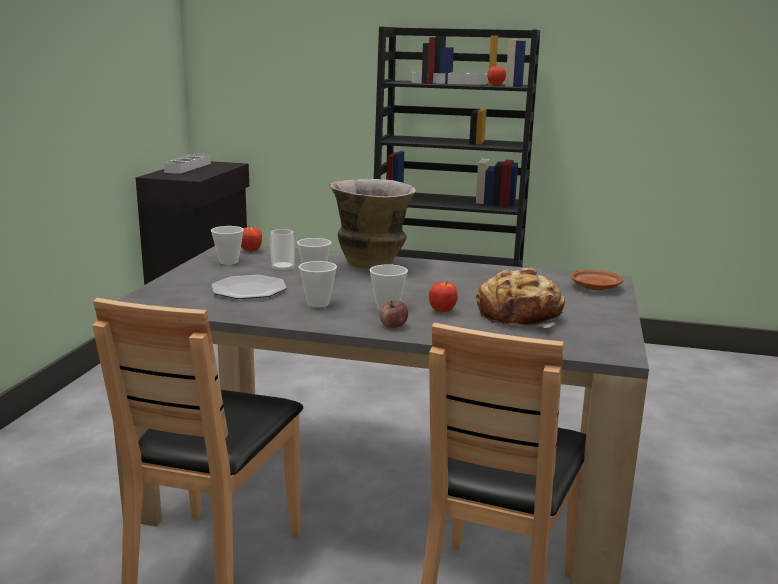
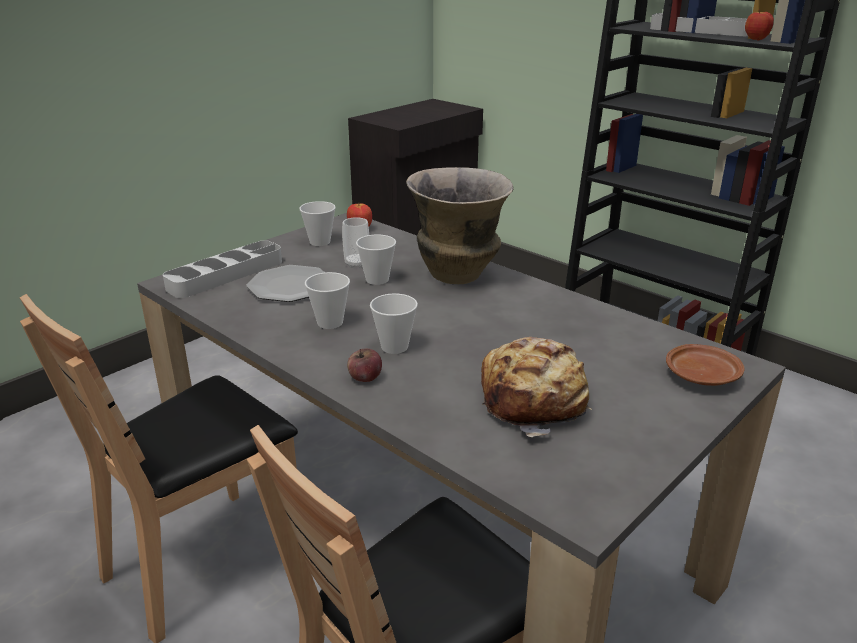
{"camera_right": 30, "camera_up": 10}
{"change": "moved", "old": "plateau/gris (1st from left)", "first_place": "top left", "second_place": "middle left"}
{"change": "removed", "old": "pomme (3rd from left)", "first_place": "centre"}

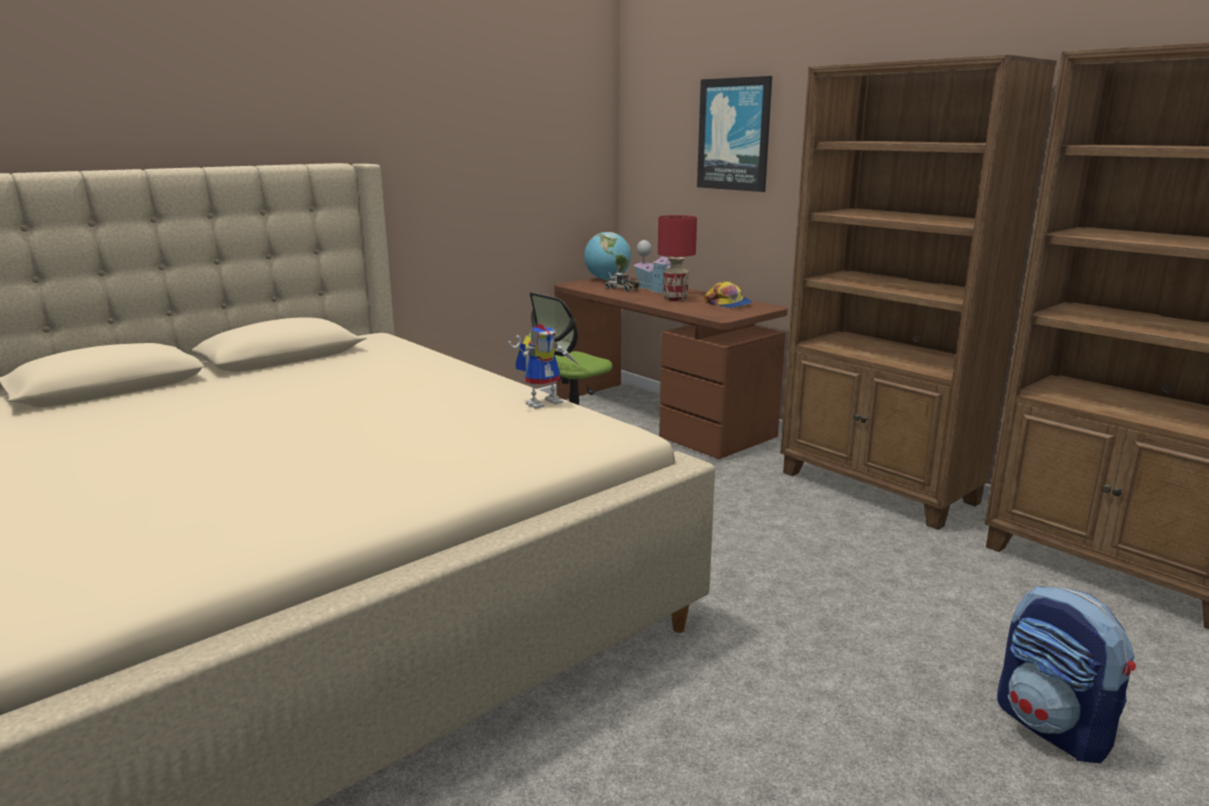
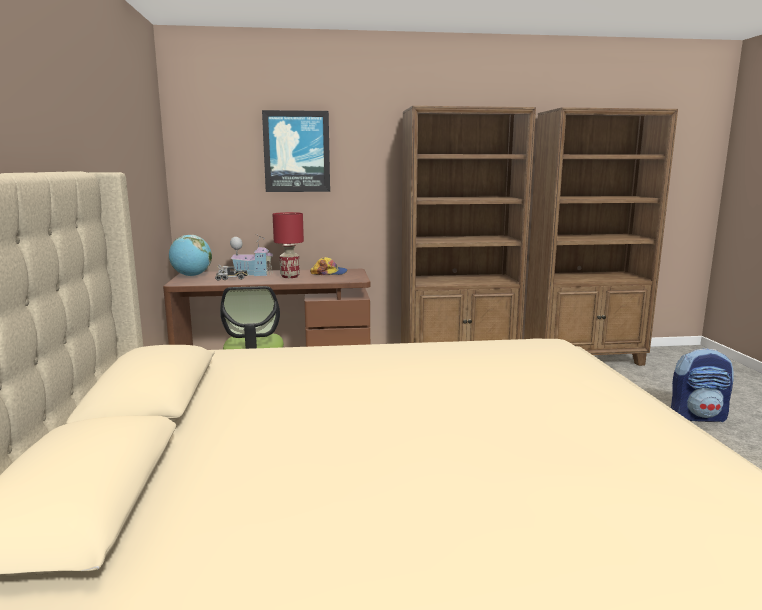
{"camera_right": -55, "camera_up": -5}
{"change": "removed", "old": "robot jouet", "first_place": "centre"}

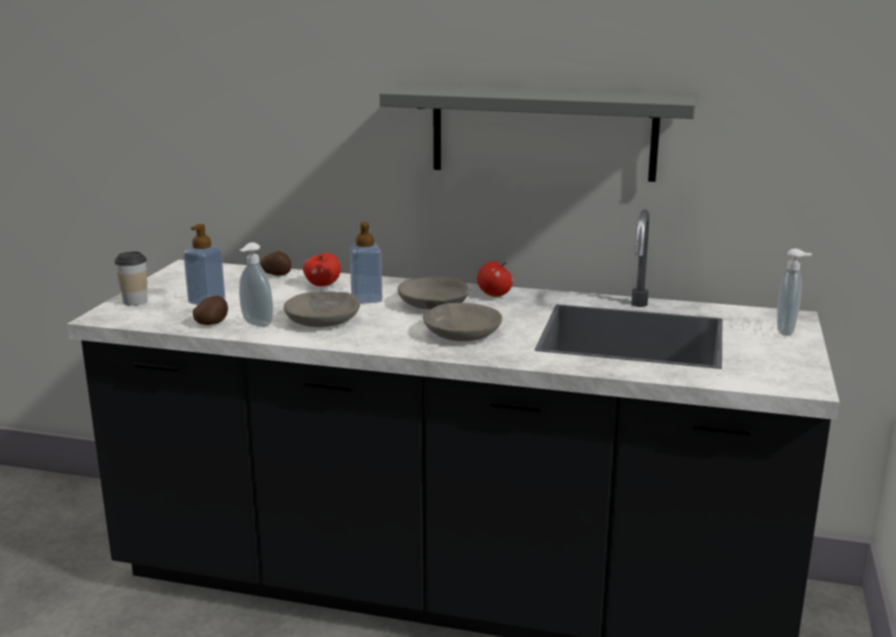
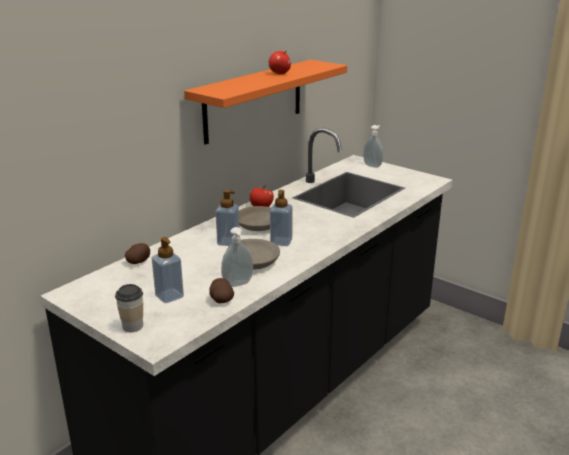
{"camera_right": -65, "camera_up": 5}
{"change": "recoloured", "old": "étagère/gris", "new": "étagère/orange", "first_place": "top centre", "second_place": "top centre"}
{"change": "moved", "old": "pomme (1st from left in the first image)", "new": "pomme (2nd from left)", "first_place": "centre", "second_place": "top centre"}
{"change": "removed", "old": "bol/gris (3rd from left)", "first_place": "centre"}
{"change": "added", "new": "distributeur de savon (4th from left)", "second_place": "centre"}

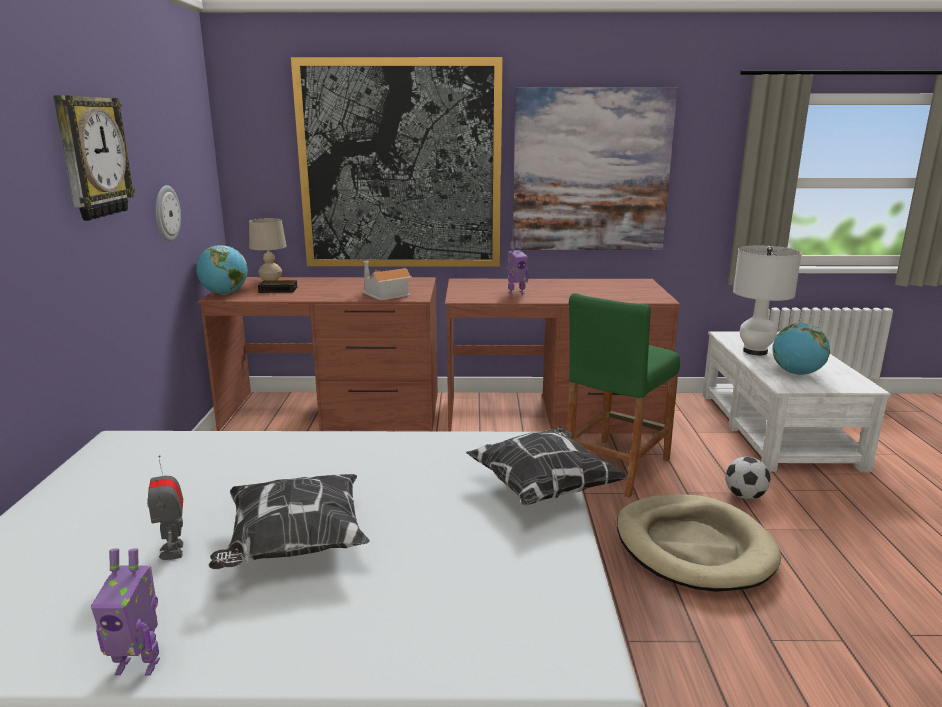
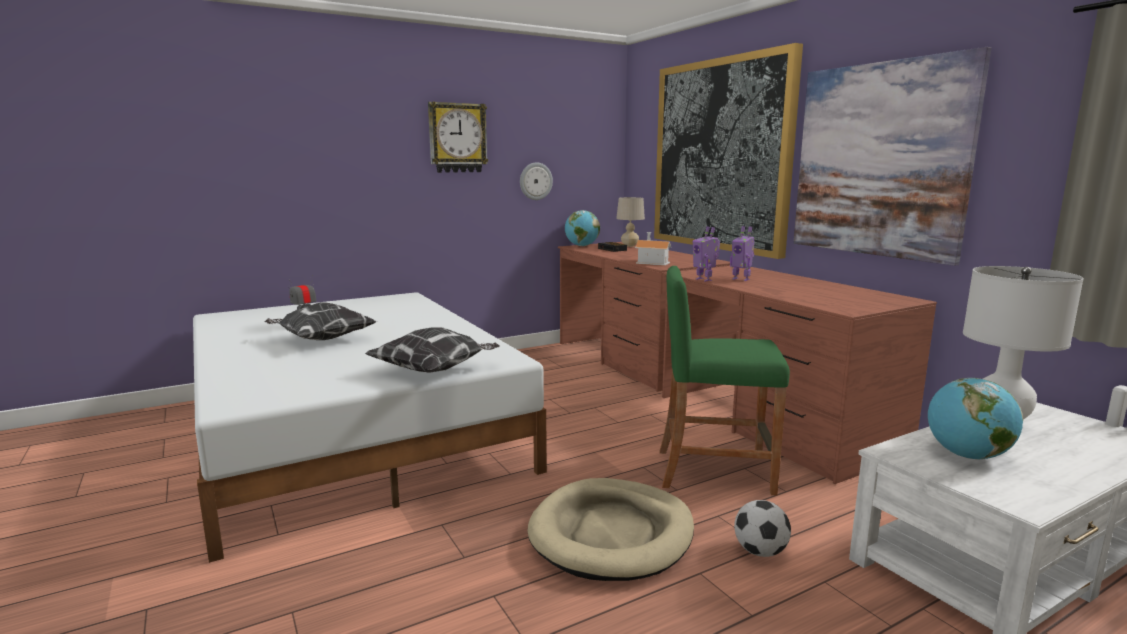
{"camera_right": 60, "camera_up": -5}
{"change": "moved", "old": "robot jouet (1st from left in the first image)", "new": "robot jouet (2nd from left)", "first_place": "bottom left", "second_place": "centre"}

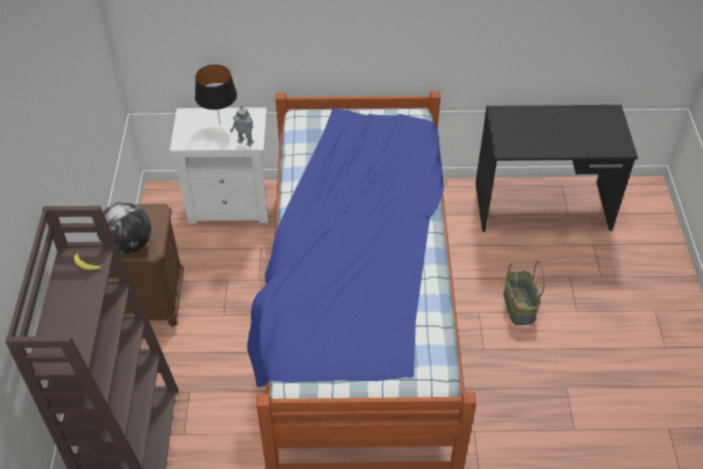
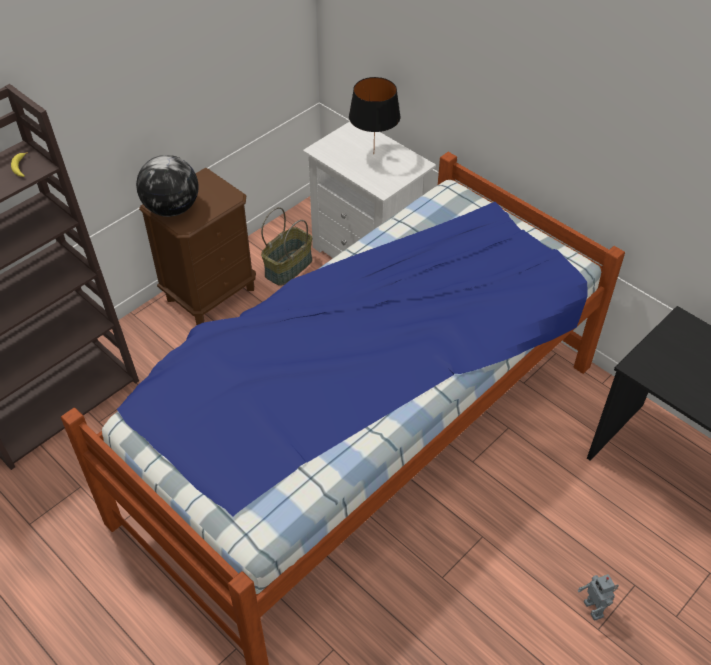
{"camera_right": 45, "camera_up": 0}
{"change": "moved", "old": "robot jouet", "first_place": "top centre", "second_place": "bottom right"}
{"change": "moved", "old": "panier", "first_place": "middle right", "second_place": "centre"}

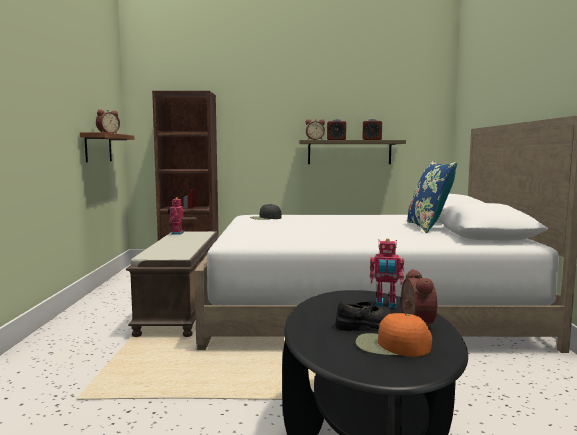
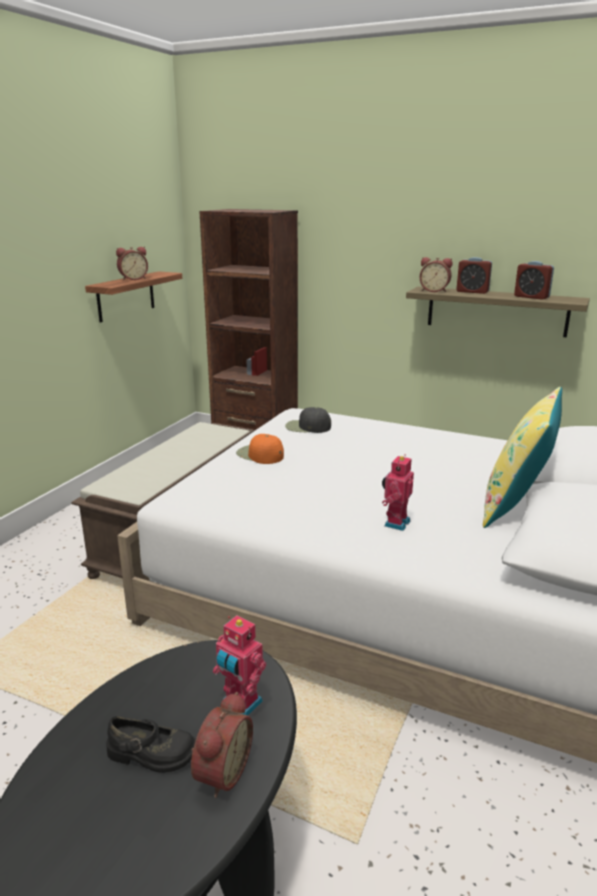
{"camera_right": 25, "camera_up": 15}
{"change": "recoloured", "old": "coussin/bleu", "new": "coussin/jaune", "first_place": "middle right", "second_place": "middle right"}
{"change": "moved", "old": "robot jouet (1st from left in the first image)", "new": "robot jouet (2nd from left)", "first_place": "middle left", "second_place": "middle right"}
{"change": "moved", "old": "casquette/orange", "first_place": "bottom right", "second_place": "centre"}

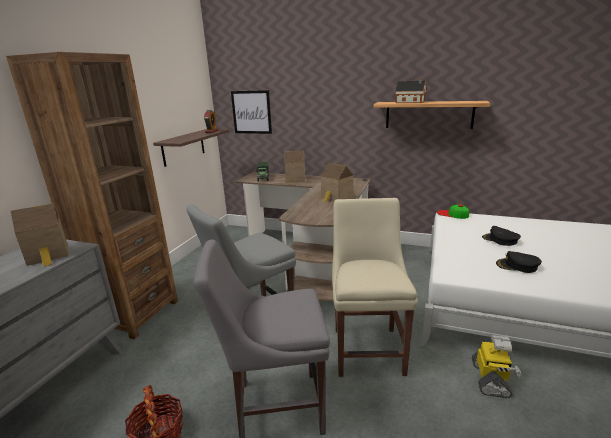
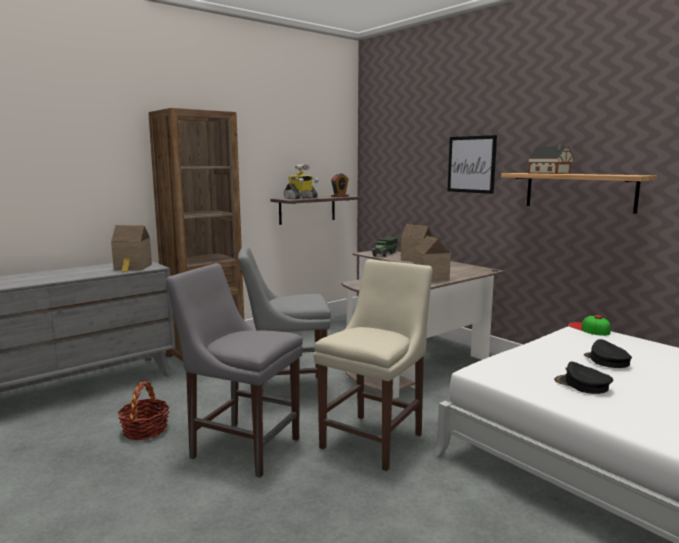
{"camera_right": 30, "camera_up": -10}
{"change": "moved", "old": "tableau", "first_place": "top centre", "second_place": "top right"}
{"change": "moved", "old": "robot jouet", "first_place": "bottom right", "second_place": "centre"}

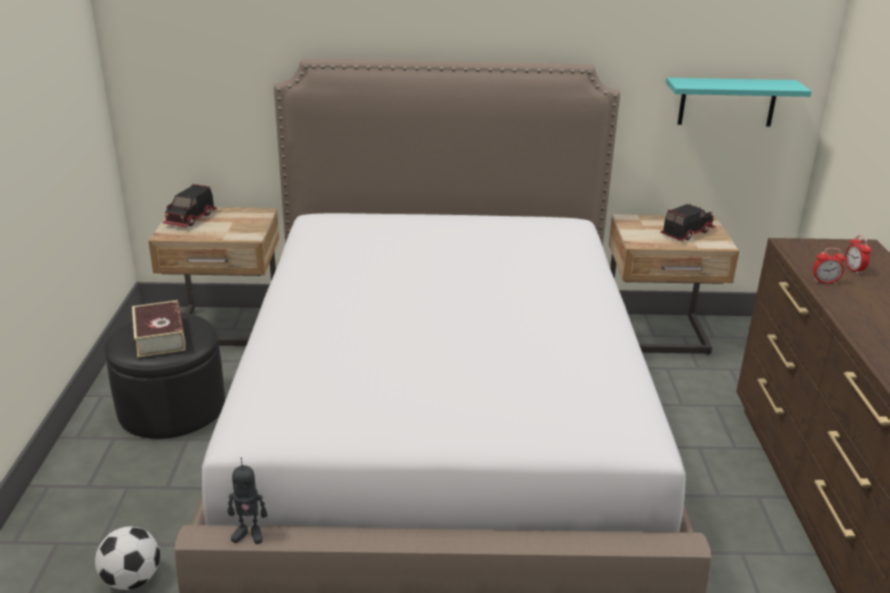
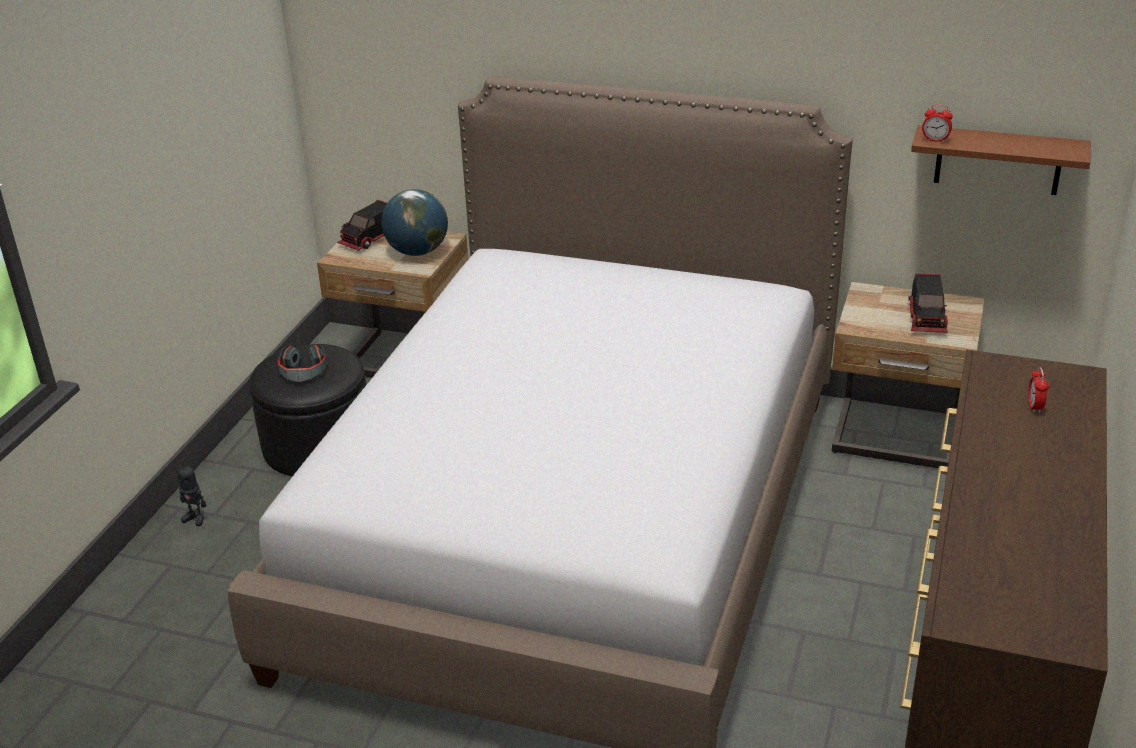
{"camera_right": 20, "camera_up": 5}
{"change": "recoloured", "old": "étagère/turquoise", "new": "étagère/marron", "first_place": "top right", "second_place": "top right"}
{"change": "turned", "old": "camion jouet (2nd from left)", "first_place": "middle right", "second_place": "middle right", "degrees": 120}
{"change": "moved", "old": "réveil (1st from left)", "first_place": "middle right", "second_place": "top right"}
{"change": "replaced", "old": "livre", "new": "casque audio", "first_place": "middle left", "second_place": "middle left"}
{"change": "moved", "old": "robot jouet", "first_place": "bottom left", "second_place": "middle left"}
{"change": "removed", "old": "ballon de foot", "first_place": "bottom left"}
{"change": "added", "new": "globe", "second_place": "top centre"}

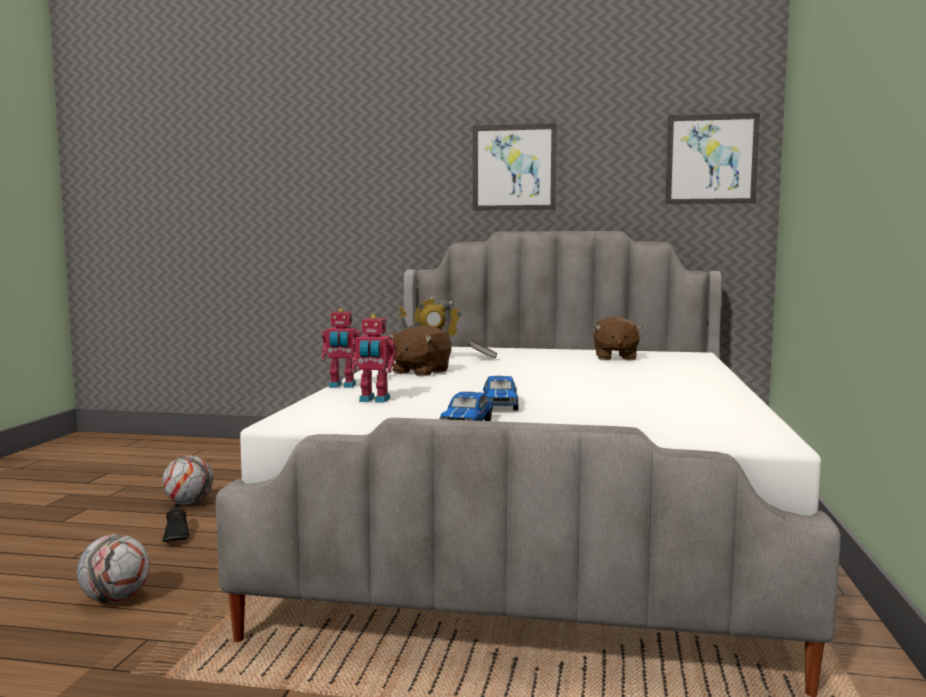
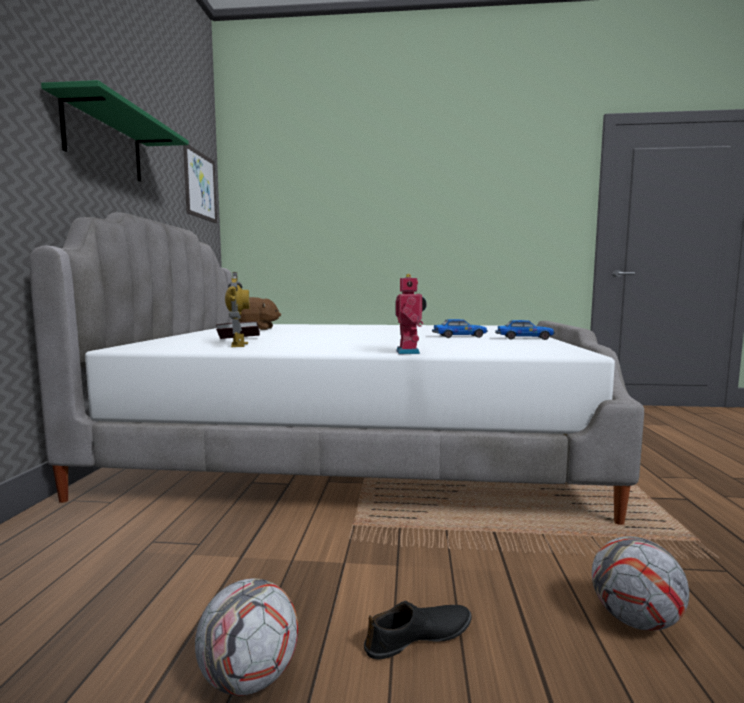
{"camera_right": -95, "camera_up": 0}
{"change": "replaced", "old": "tableau (1st from left)", "new": "étagère/vert", "first_place": "top centre", "second_place": "top left"}
{"change": "removed", "old": "robot jouet (2nd from left)", "first_place": "centre"}
{"change": "removed", "old": "peluche/marron (1st from left)", "first_place": "centre"}

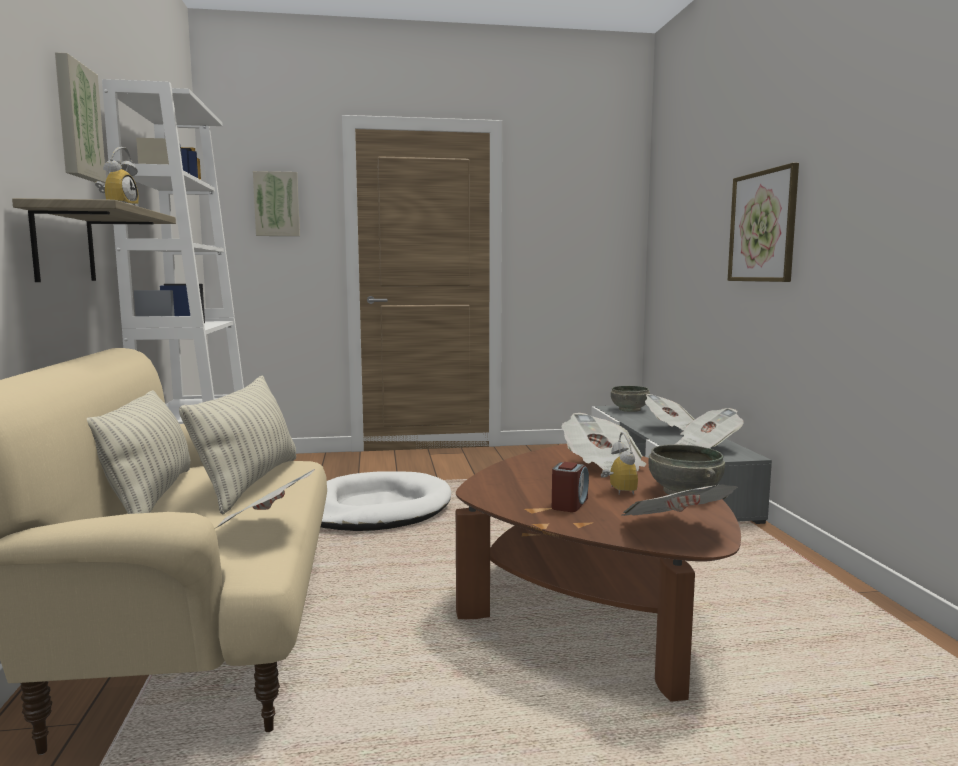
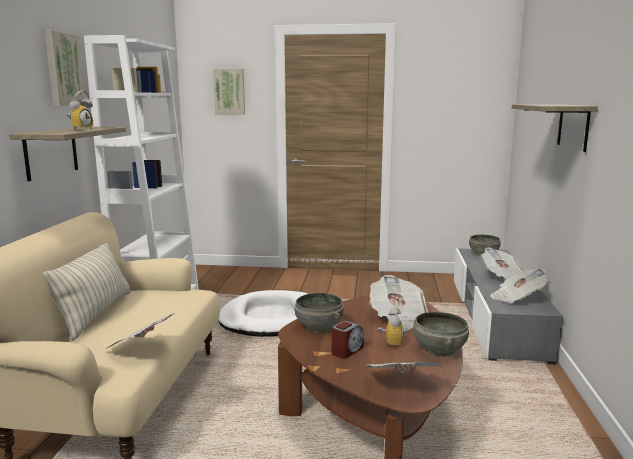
{"camera_right": 15, "camera_up": 5}
{"change": "replaced", "old": "tableau (3rd from left)", "new": "étagère (2nd from left)", "first_place": "top right", "second_place": "top right"}
{"change": "removed", "old": "coussin (2nd from left)", "first_place": "middle left"}
{"change": "added", "new": "bol/gris (1st from left)", "second_place": "bottom centre"}

